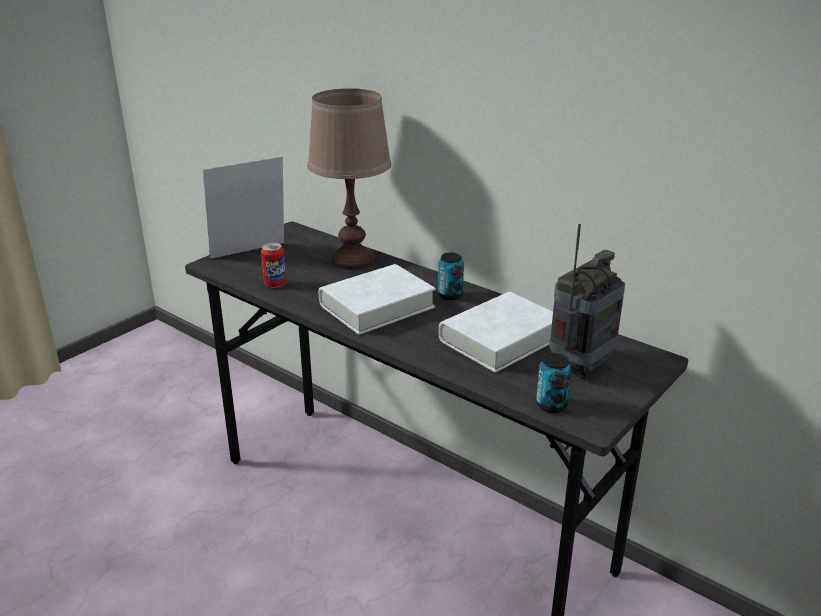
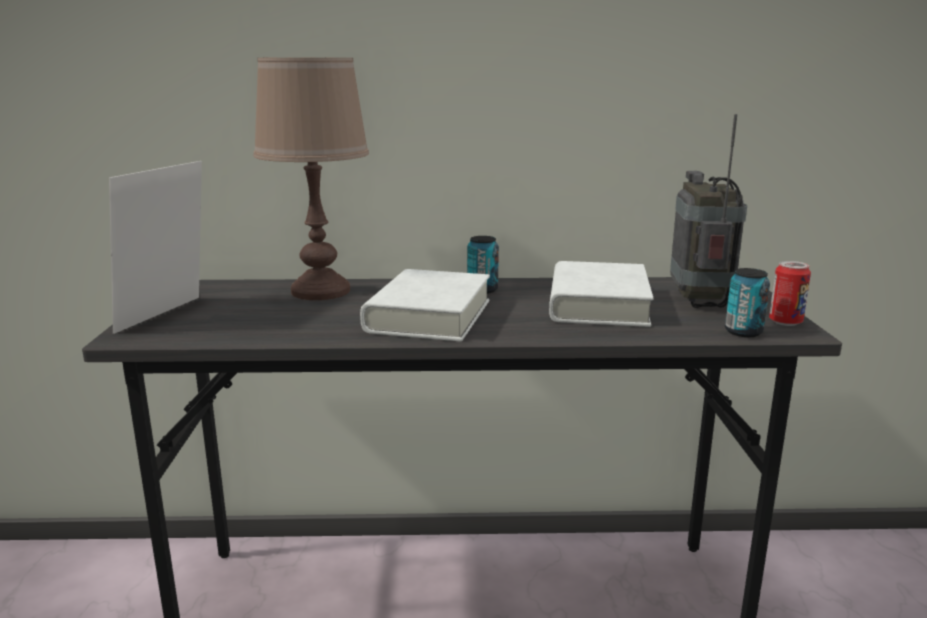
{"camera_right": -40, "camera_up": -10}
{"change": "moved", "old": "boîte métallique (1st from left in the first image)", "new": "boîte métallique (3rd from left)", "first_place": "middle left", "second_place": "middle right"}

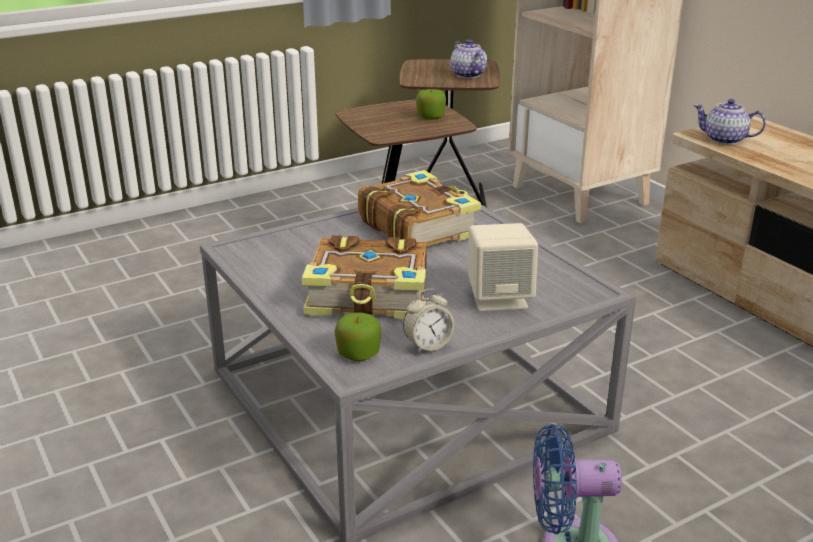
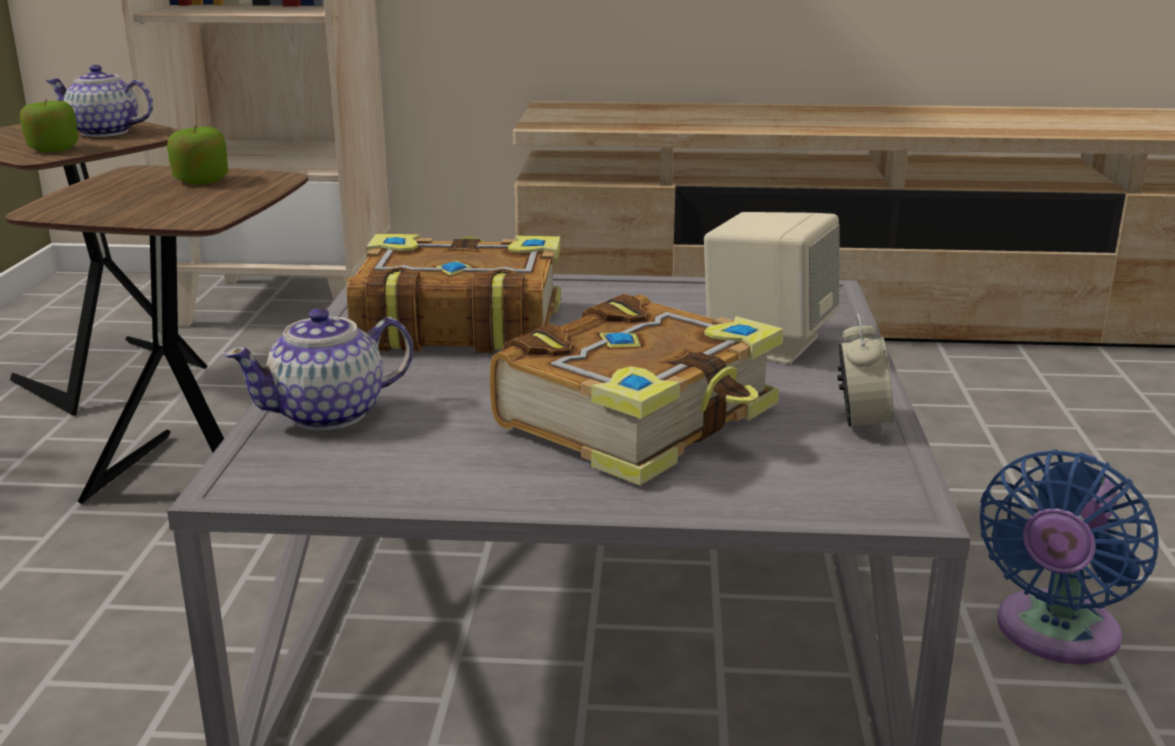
{"camera_right": -55, "camera_up": -5}
{"change": "moved", "old": "théière (2nd from left)", "first_place": "top right", "second_place": "middle left"}
{"change": "moved", "old": "pomme (1st from left)", "first_place": "centre", "second_place": "top left"}

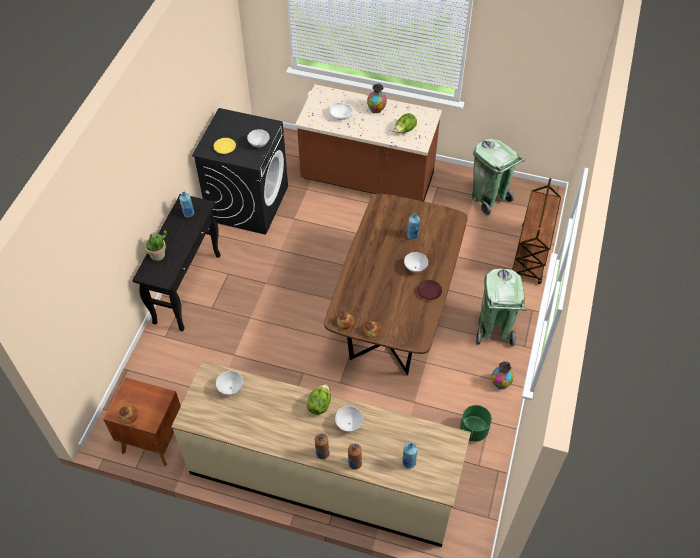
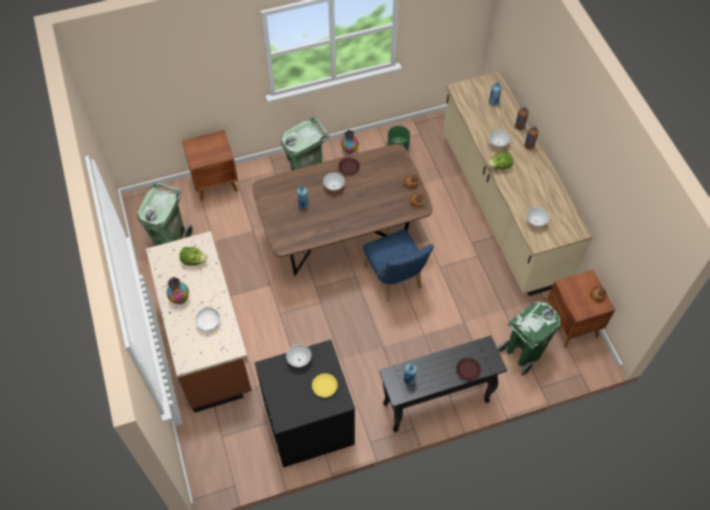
{"camera_right": -125, "camera_up": 5}
{"change": "replaced", "old": "chariot/marron", "new": "table de chevet/marron (1st from left)", "first_place": "middle right", "second_place": "top left"}
{"change": "replaced", "old": "plante en pot", "new": "assiette/marron (2nd from left)", "first_place": "middle left", "second_place": "bottom centre"}
{"change": "added", "new": "chaise/bleu", "second_place": "centre"}
{"change": "added", "new": "poubelle/vert (3rd from left)", "second_place": "middle right"}

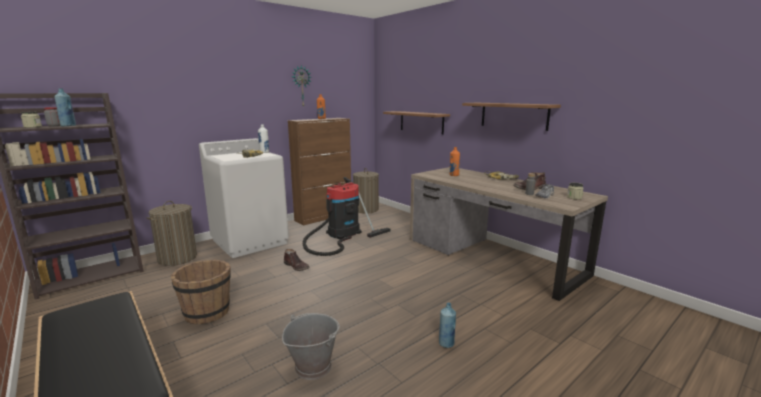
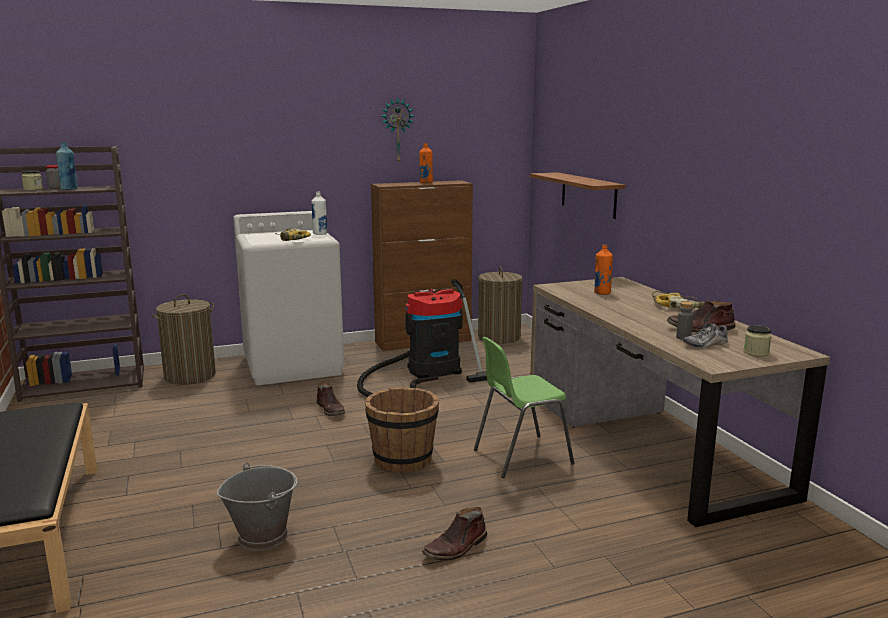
{"camera_right": 20, "camera_up": 0}
{"change": "removed", "old": "étagère (2nd from left)", "first_place": "top right"}
{"change": "moved", "old": "seau/marron", "first_place": "bottom left", "second_place": "bottom centre"}
{"change": "replaced", "old": "bouteille/bleu (2nd from left)", "new": "botte/marron (2nd from left)", "first_place": "bottom centre", "second_place": "bottom centre"}
{"change": "added", "new": "chaise/vert", "second_place": "centre"}

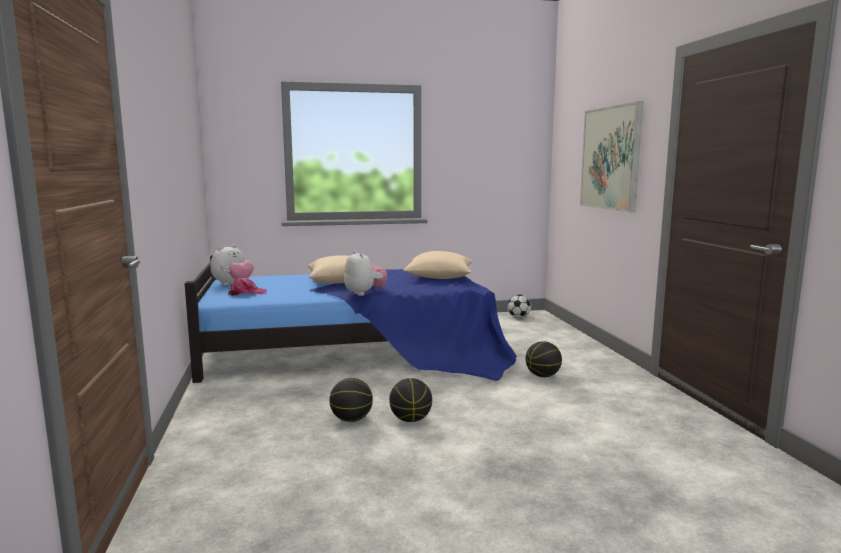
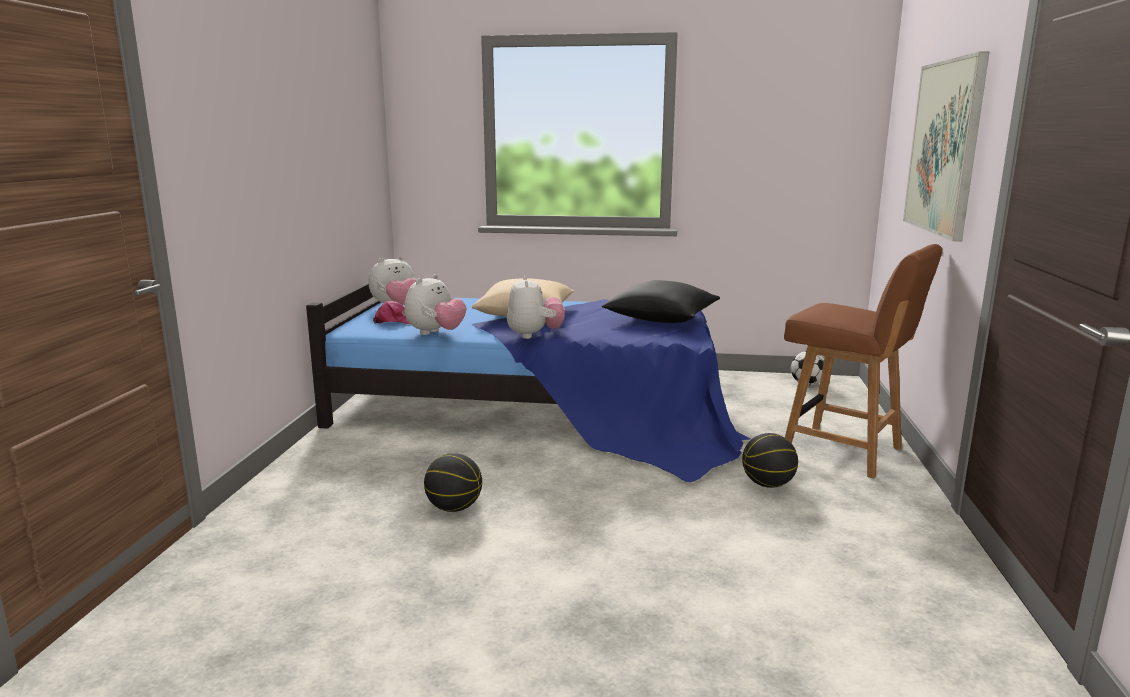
{"camera_right": 20, "camera_up": 5}
{"change": "recoloured", "old": "coussin/beige (2nd from left)", "new": "coussin/noir", "first_place": "centre", "second_place": "centre"}
{"change": "removed", "old": "ballon de basket (2nd from left)", "first_place": "bottom centre"}
{"change": "added", "new": "chaise/marron", "second_place": "middle right"}
{"change": "added", "new": "peluche (2nd from left)", "second_place": "centre"}

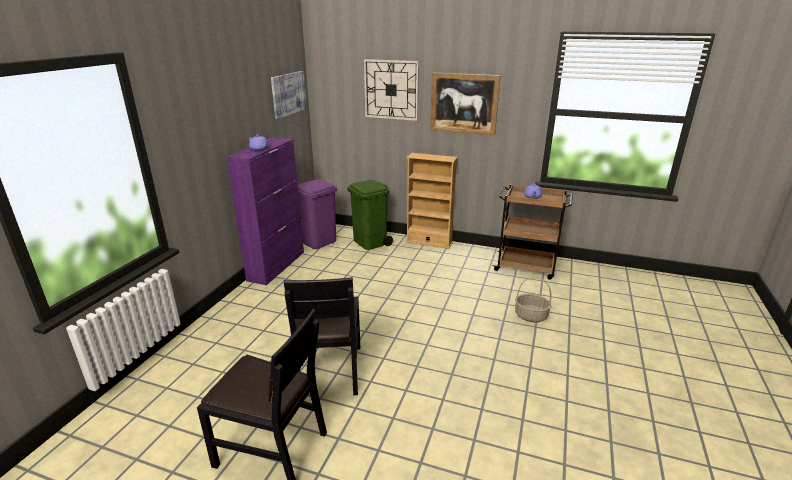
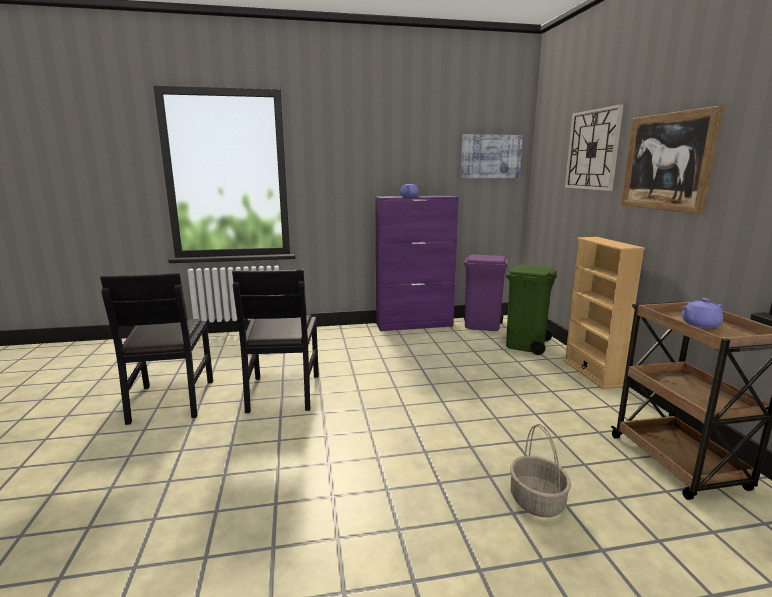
{"camera_right": 60, "camera_up": -10}
{"change": "turned", "old": "chaise/noir (2nd from left)", "first_place": "bottom centre", "second_place": "centre", "degrees": -60}

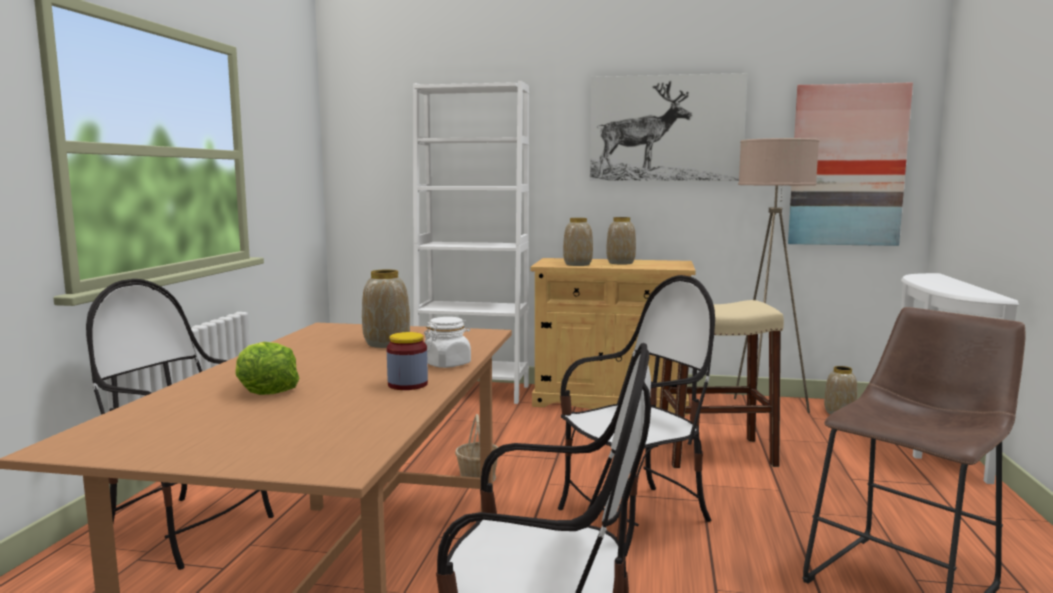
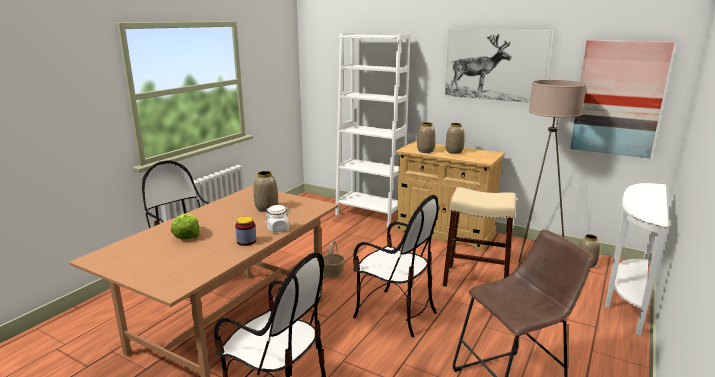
{"camera_right": 20, "camera_up": 10}
{"change": "turned", "old": "chaise (3rd from left)", "first_place": "bottom centre", "second_place": "bottom centre", "degrees": 45}

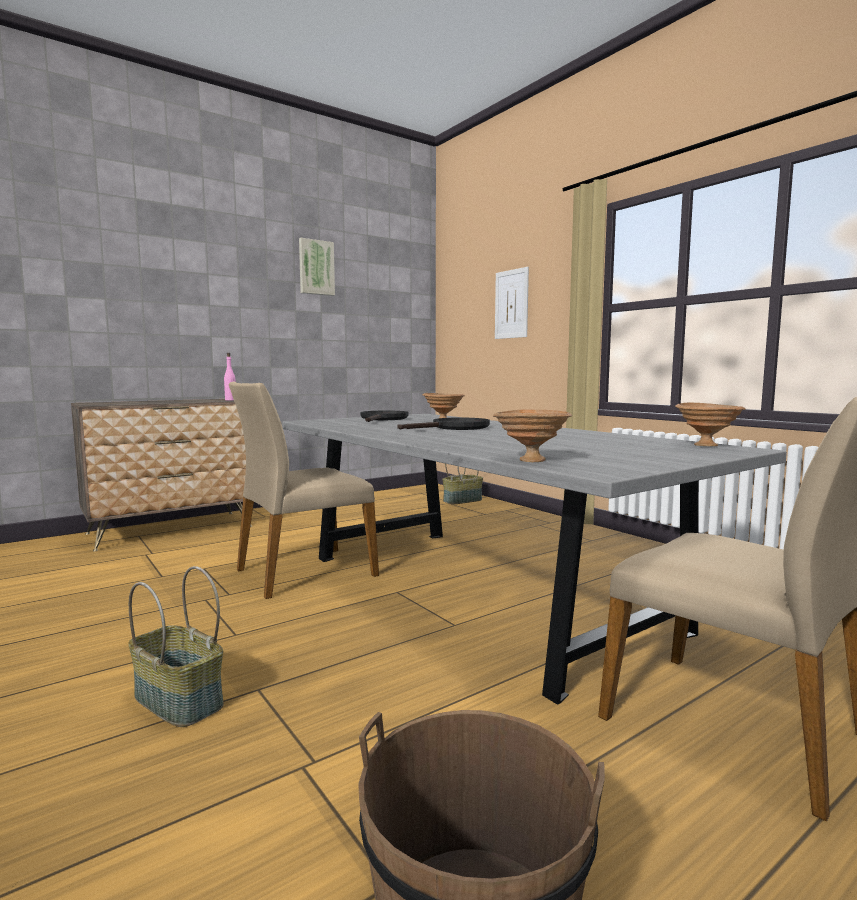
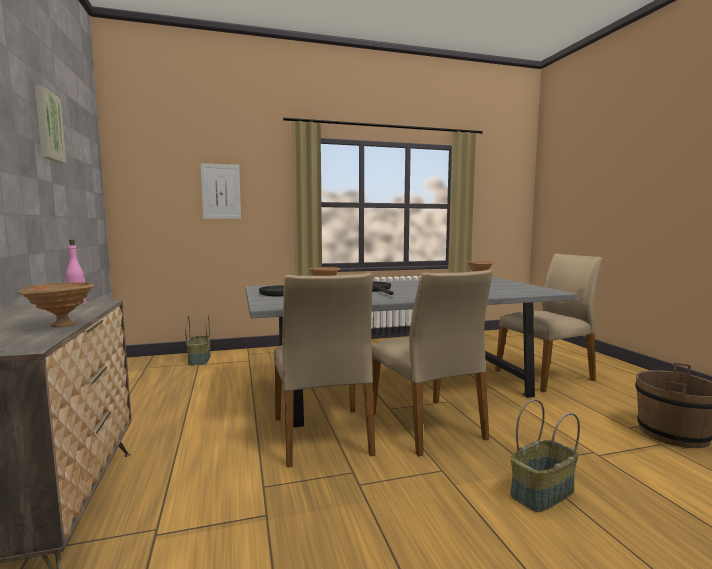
{"camera_right": -70, "camera_up": 0}
{"change": "moved", "old": "bol/marron (2nd from left in the first image)", "new": "bol/marron (1st from left)", "first_place": "centre", "second_place": "middle left"}
{"change": "added", "new": "chaise/beige (2nd from left)", "second_place": "centre"}

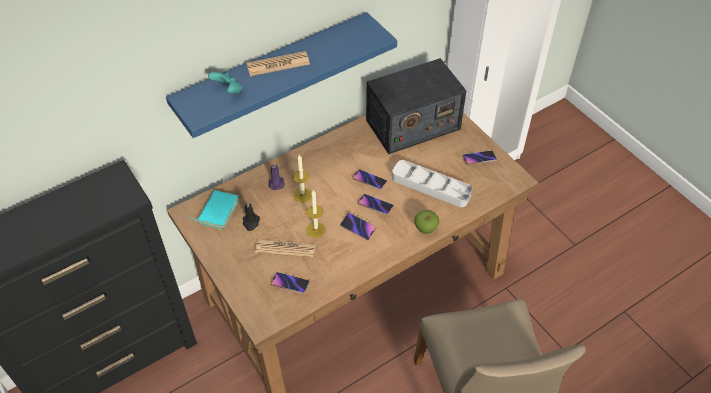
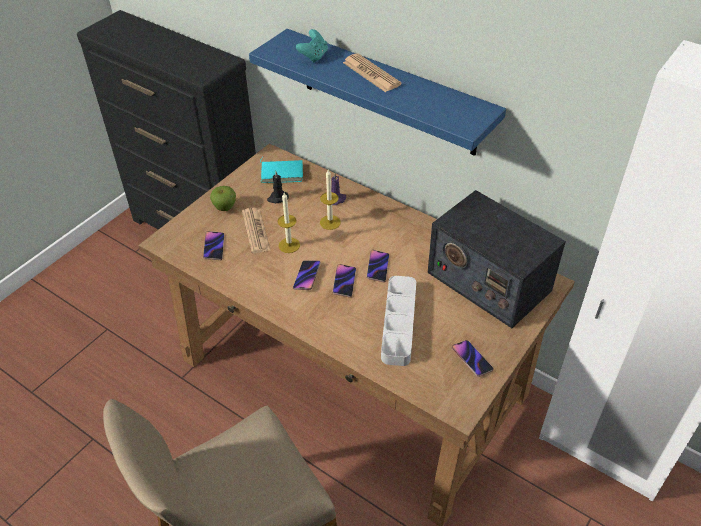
{"camera_right": 70, "camera_up": -5}
{"change": "moved", "old": "pomme", "first_place": "centre", "second_place": "middle left"}

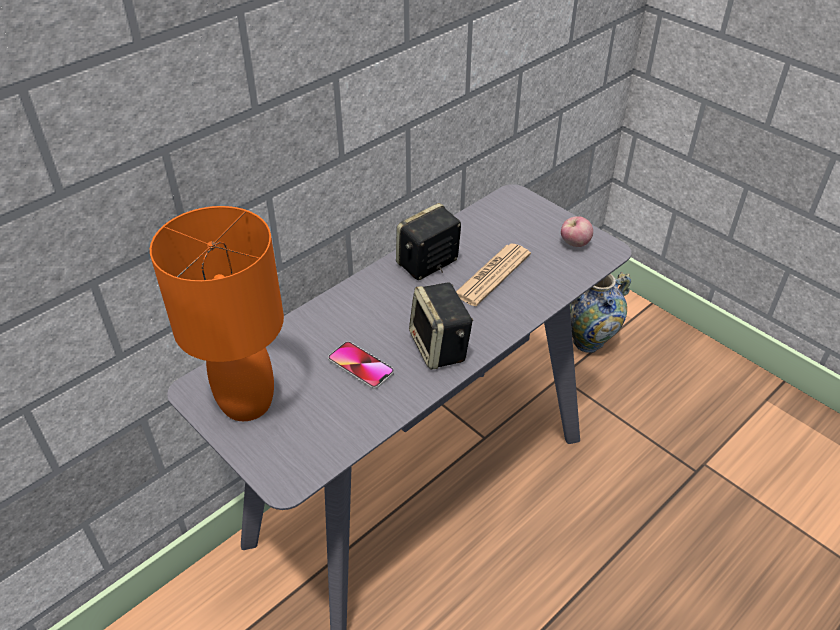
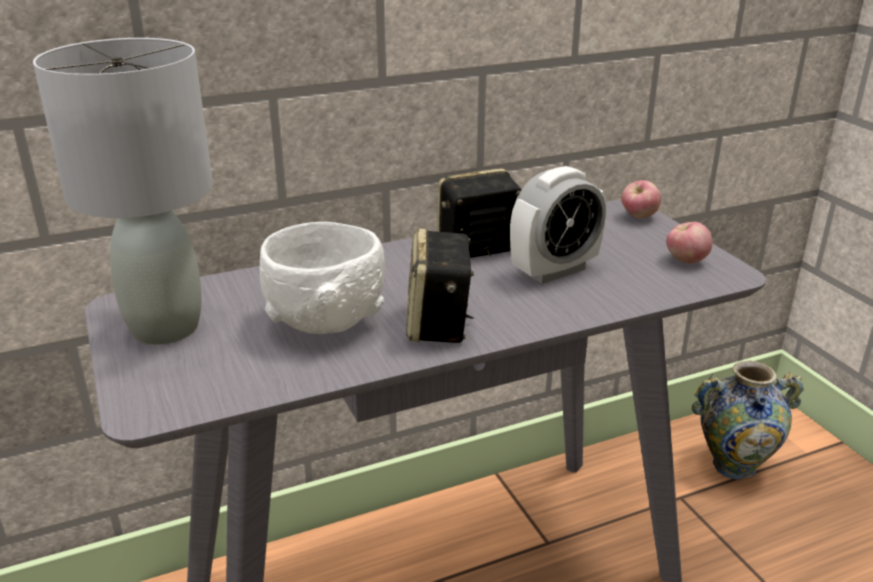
{"camera_right": 20, "camera_up": -15}
{"change": "recoloured", "old": "lampe de table/orange", "new": "lampe de table/gris", "first_place": "middle left", "second_place": "top left"}
{"change": "replaced", "old": "journal", "new": "réveil", "first_place": "centre", "second_place": "centre"}
{"change": "replaced", "old": "téléphone", "new": "bol/blanc", "first_place": "centre", "second_place": "centre"}
{"change": "added", "new": "pomme (1st from left)", "second_place": "middle right"}

